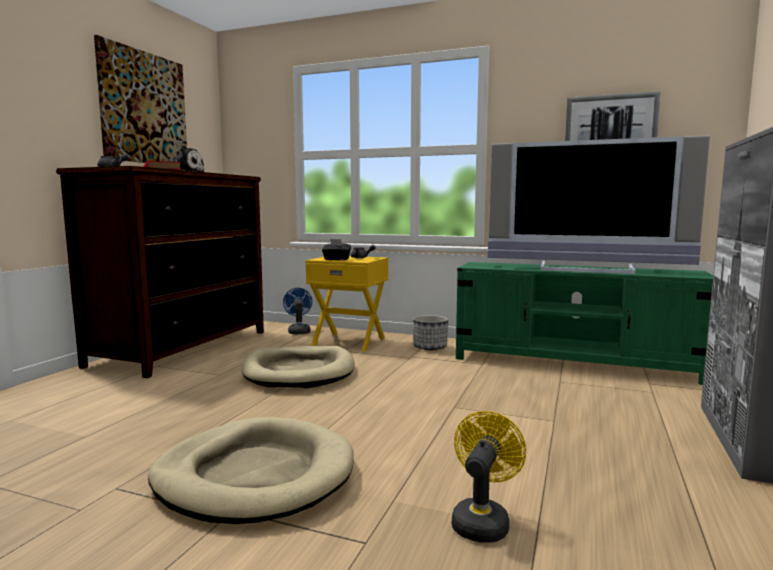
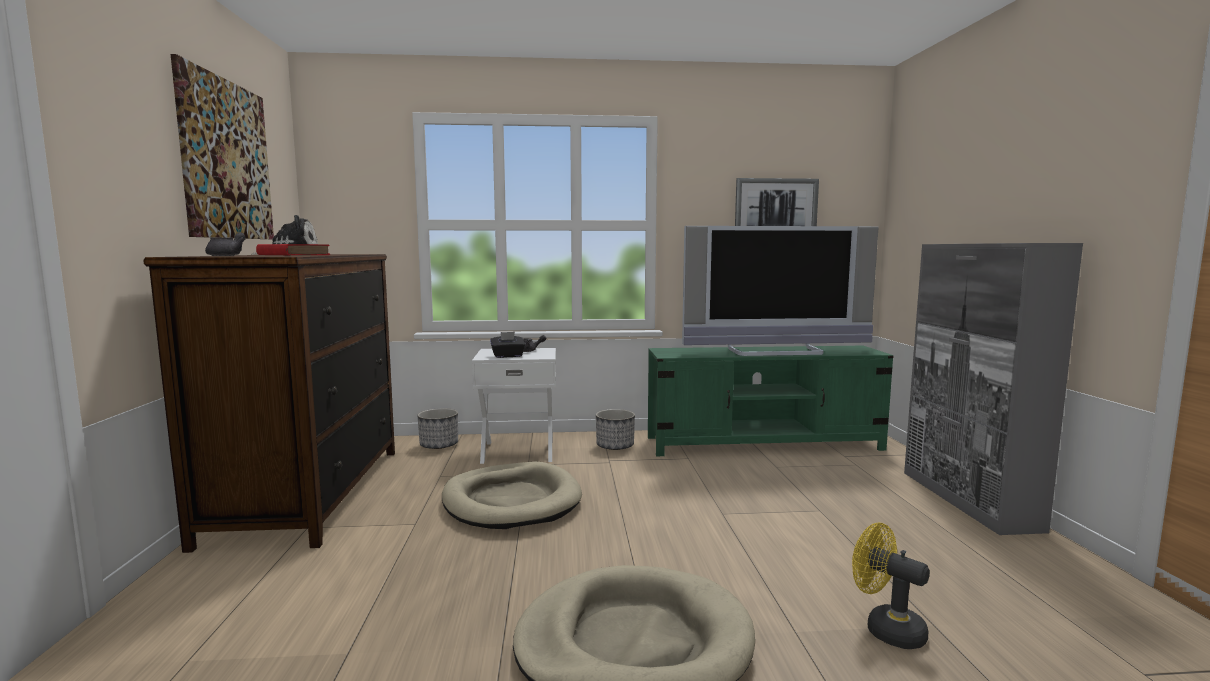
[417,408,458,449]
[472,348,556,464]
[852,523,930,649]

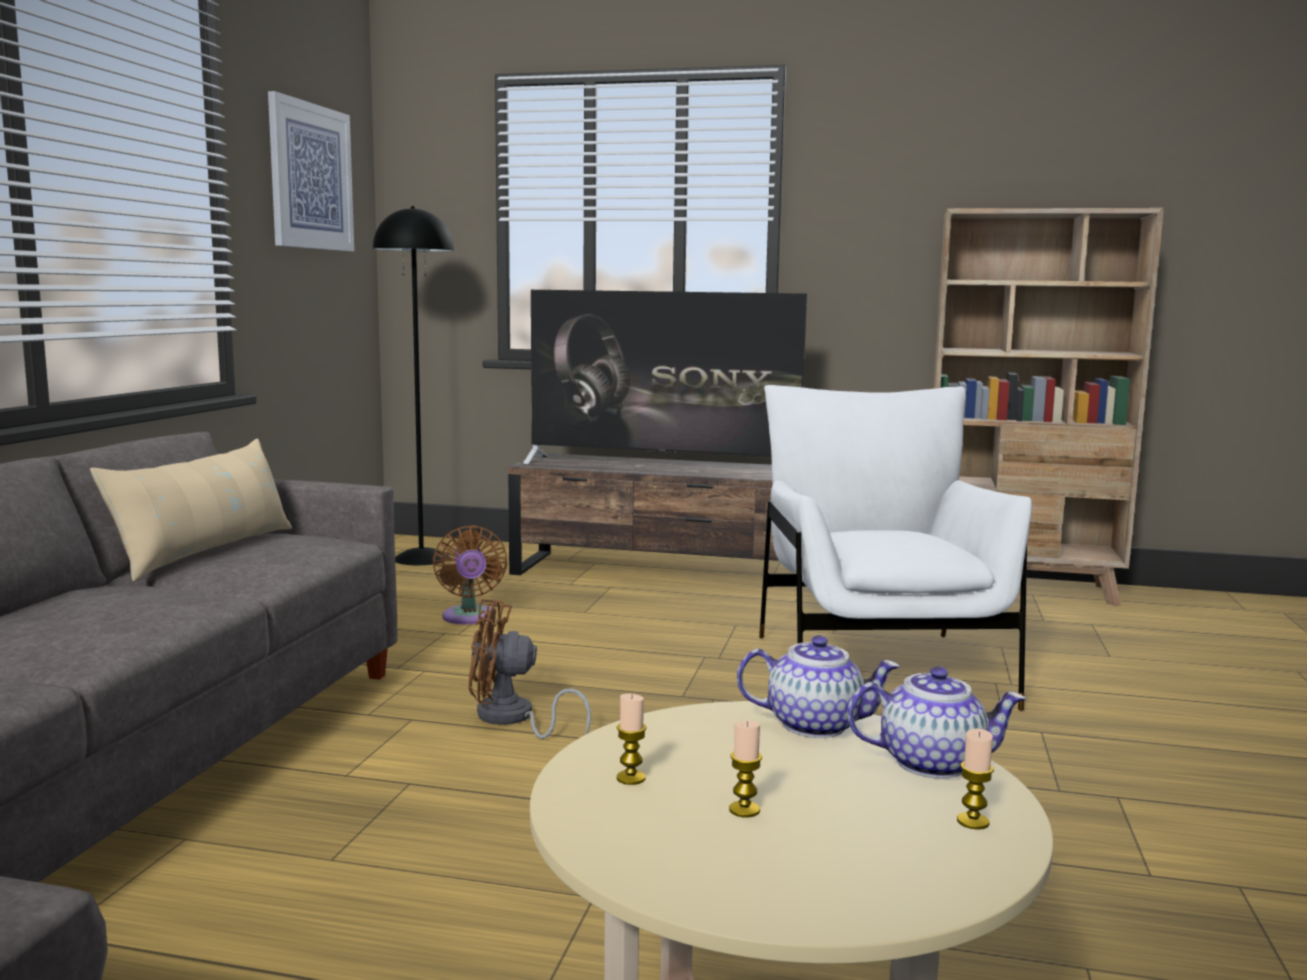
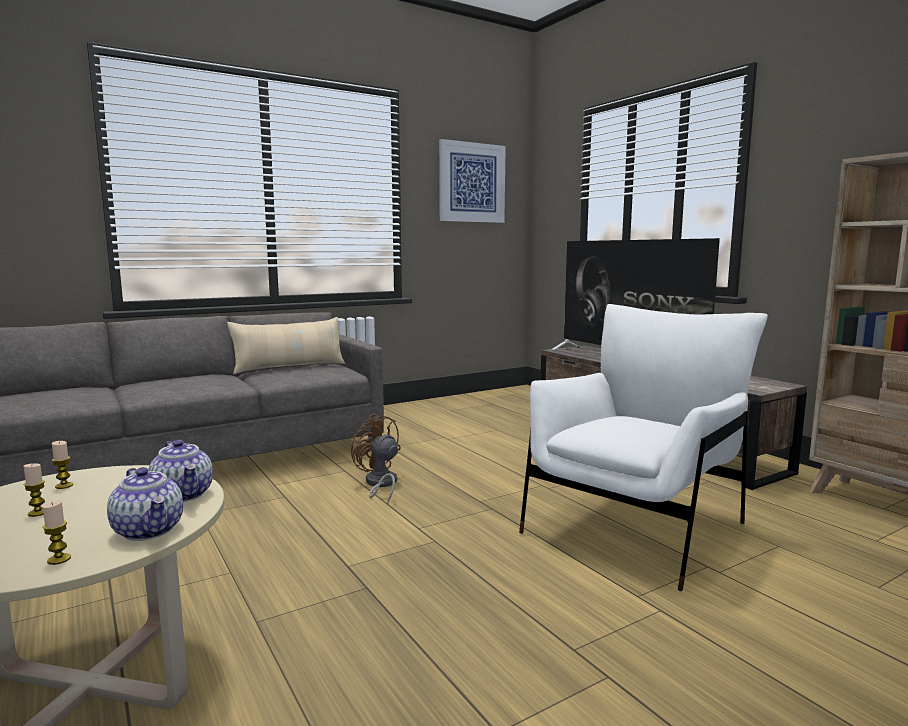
[373,206,454,565] (first image)
[433,525,507,624] (first image)

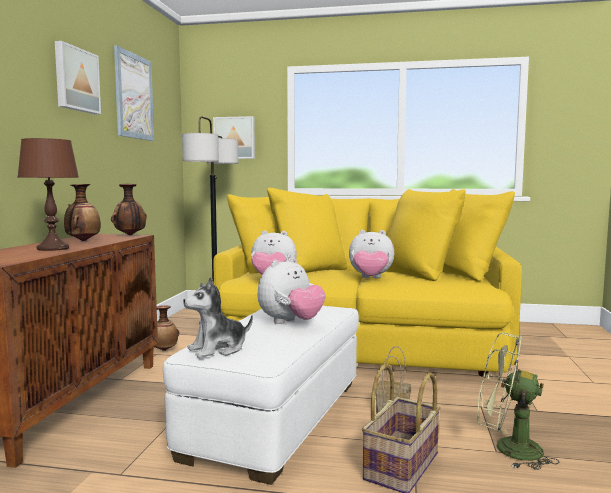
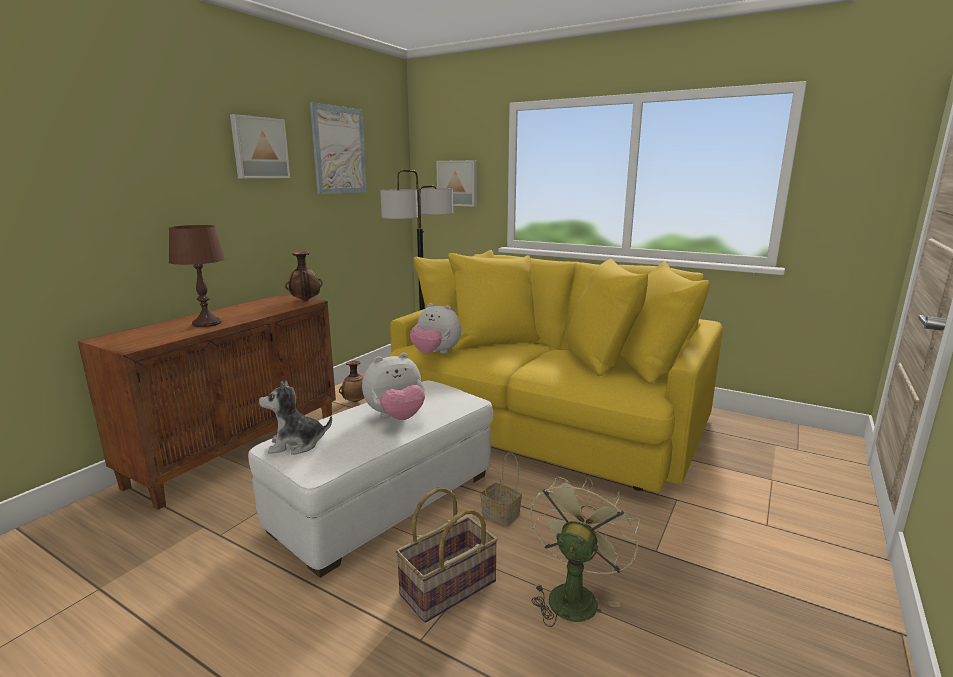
[64,184,101,241] (first image)
[349,230,394,278] (first image)
[530,476,640,627]

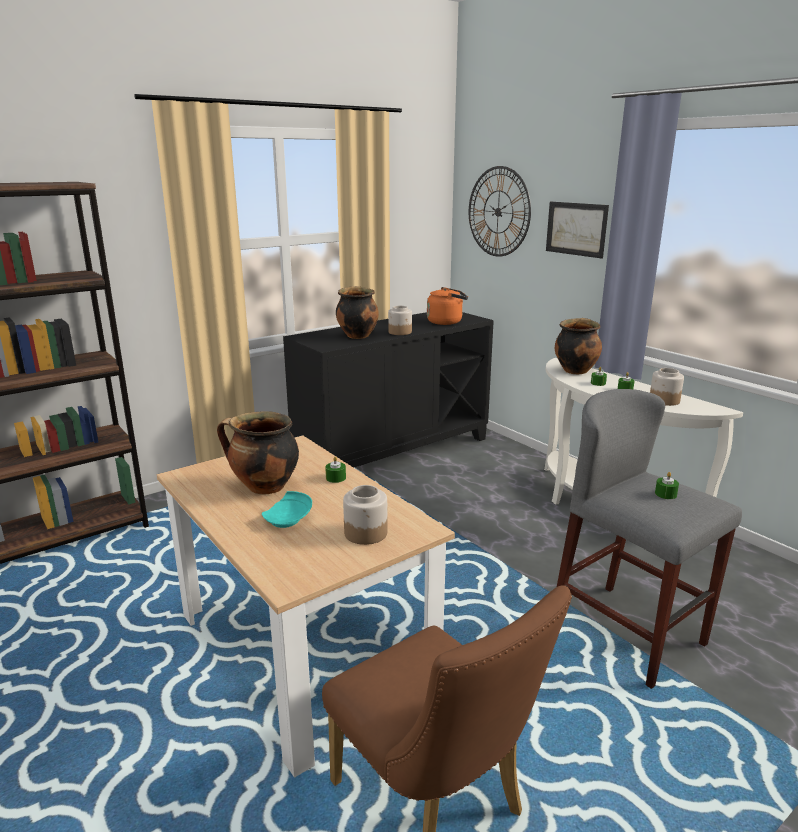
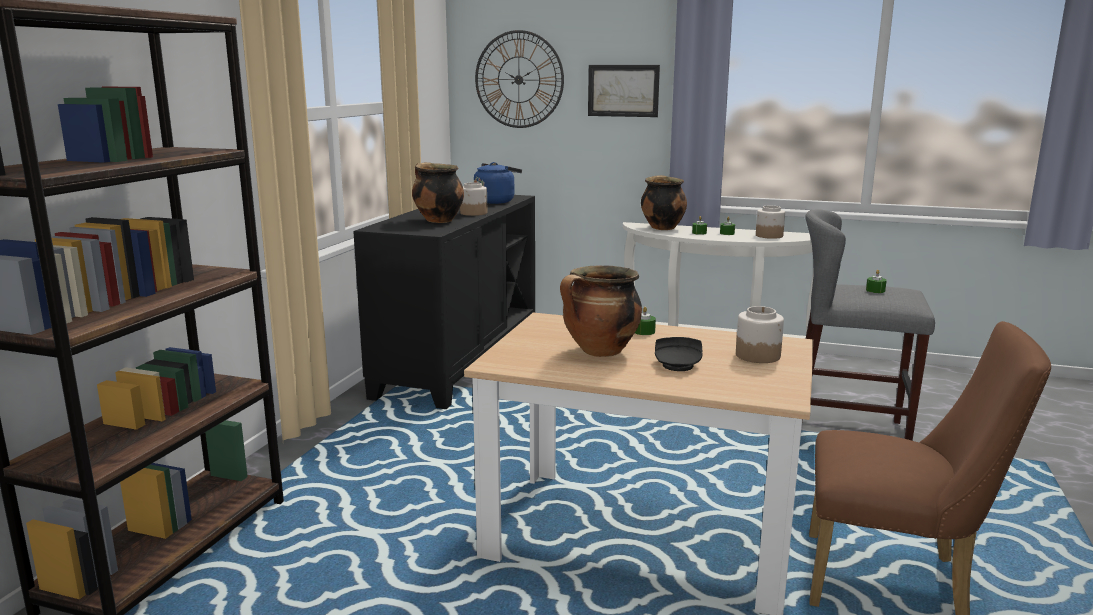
[655,337,702,371]
[474,162,522,204]

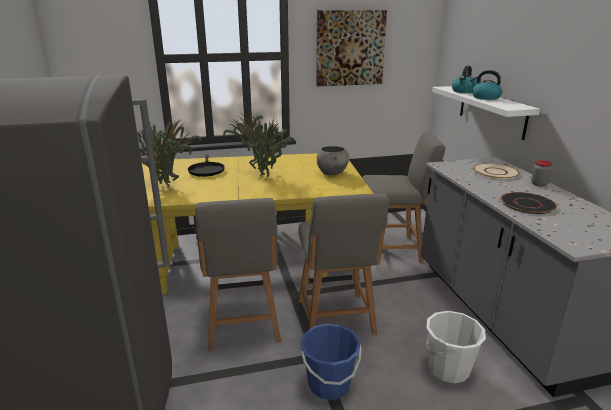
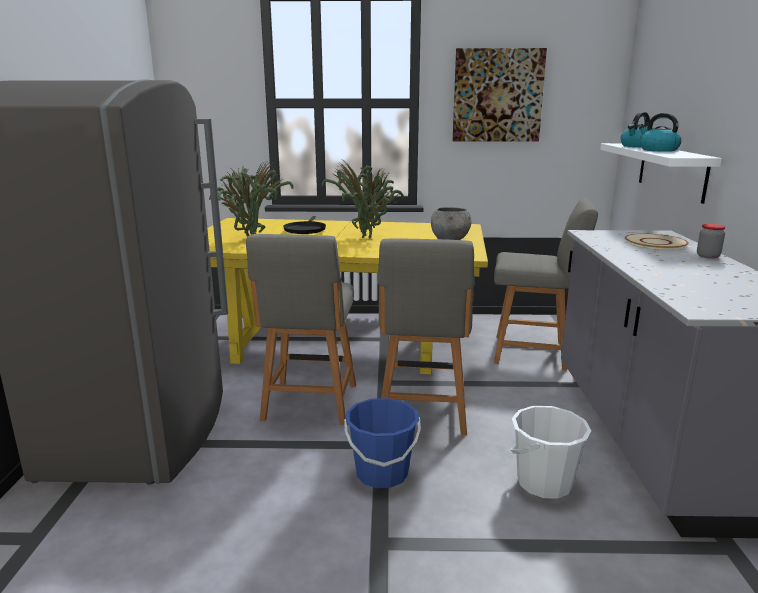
[500,192,557,214] (first image)

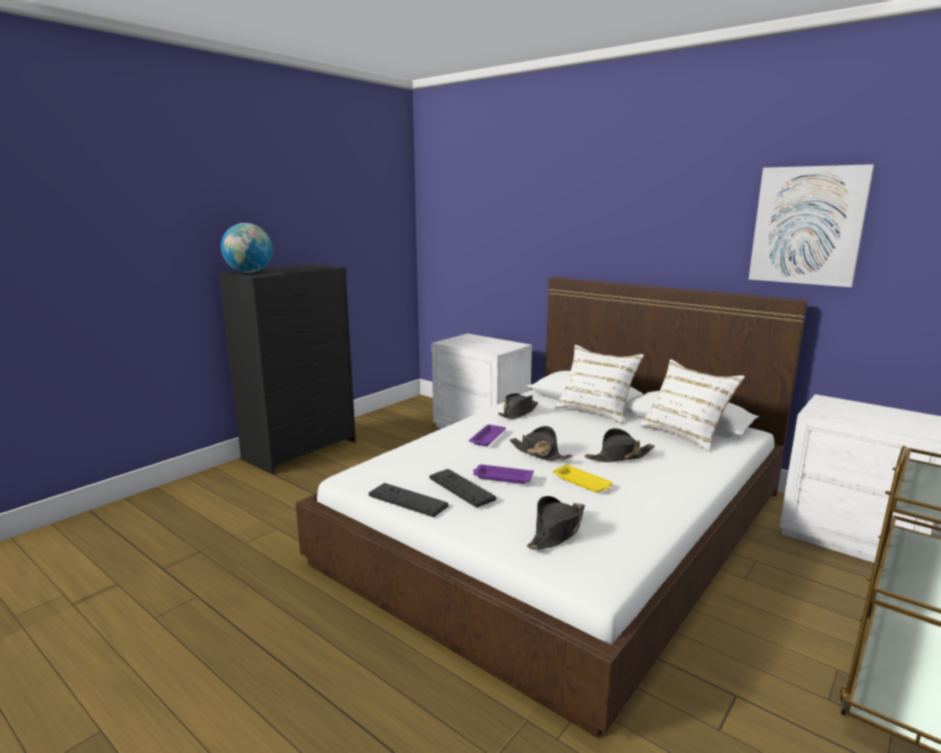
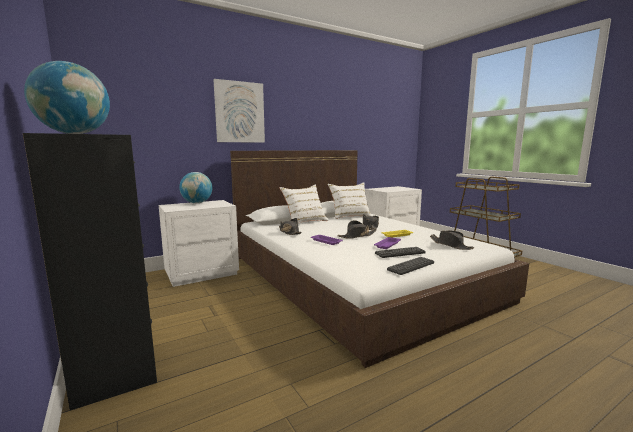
[213,79,265,143]
[179,172,212,203]

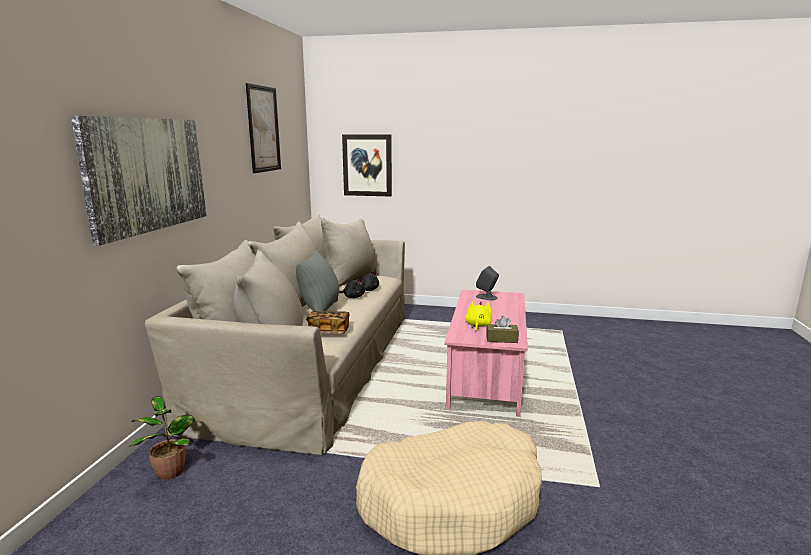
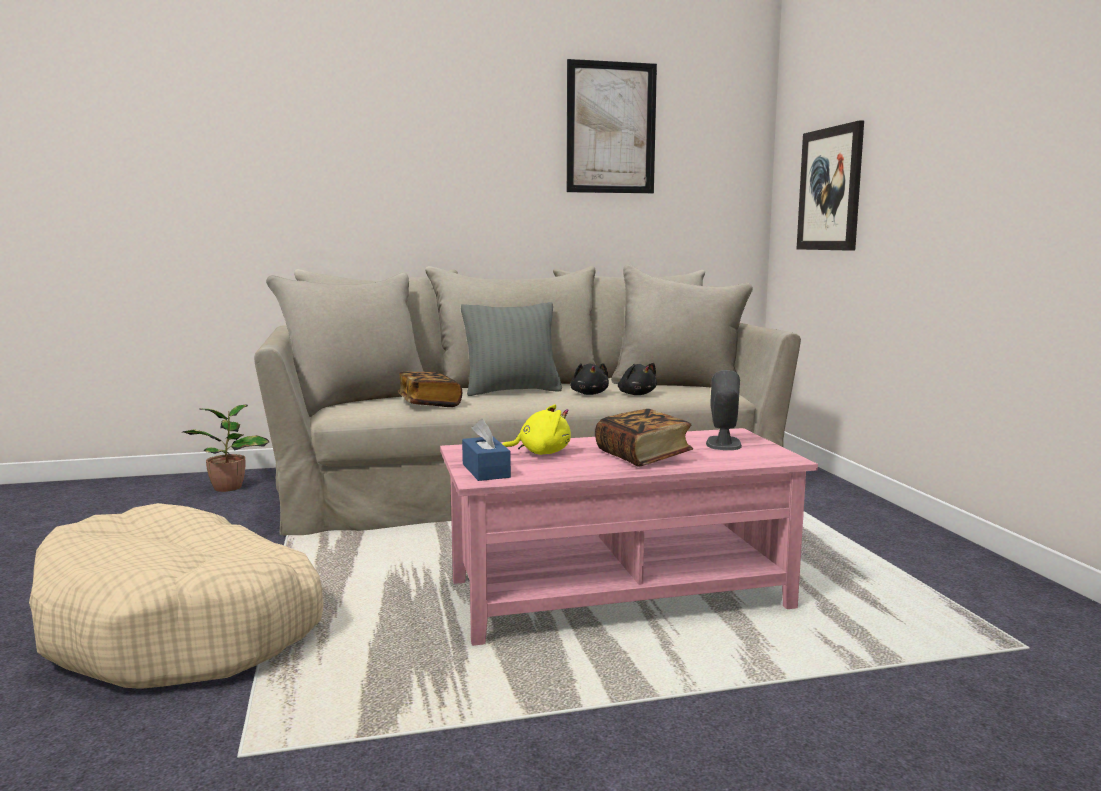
[71,116,206,246] (first image)
[462,419,511,481]
[595,409,693,467]

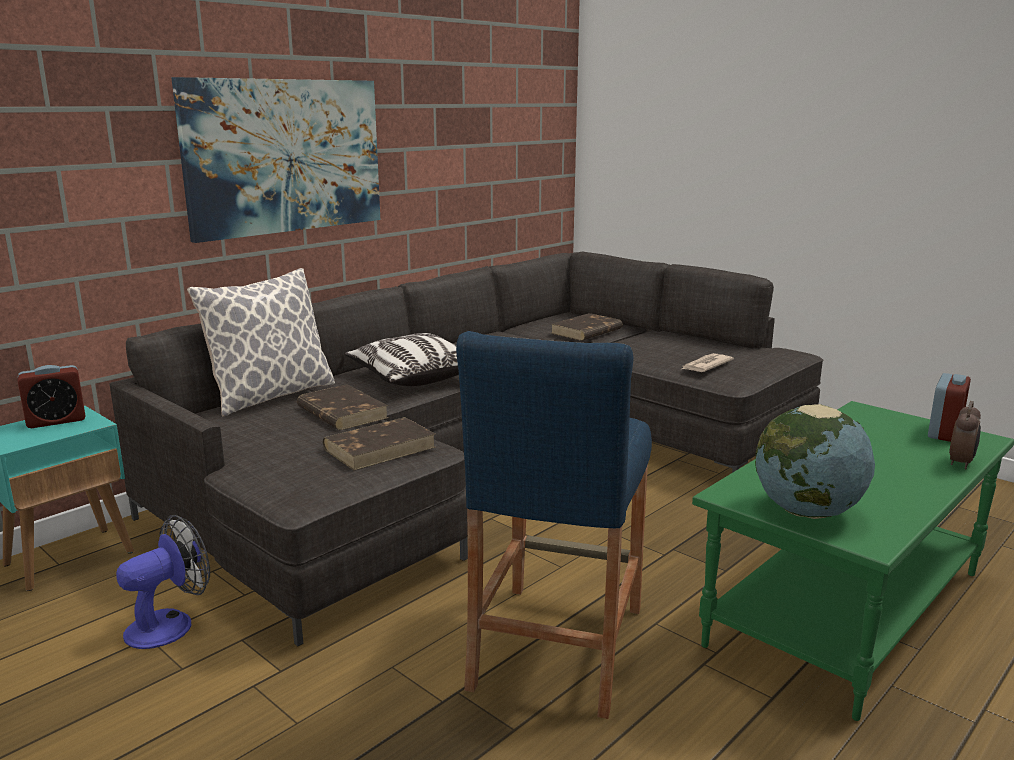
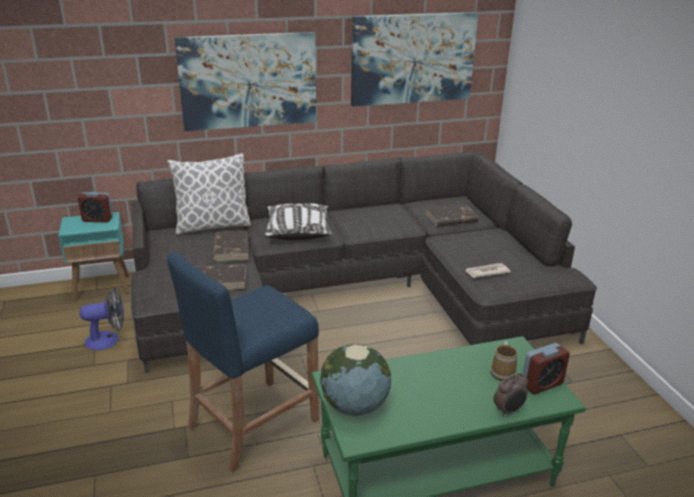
[351,12,478,107]
[491,341,518,381]

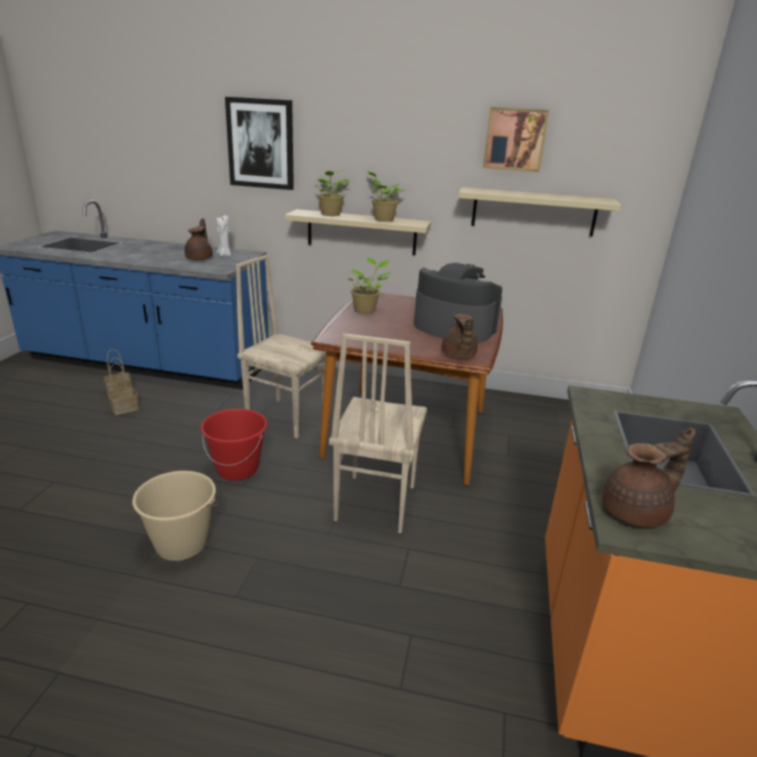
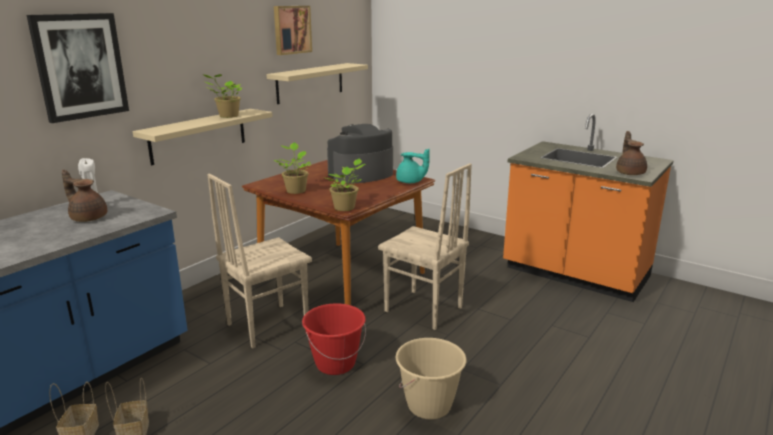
[326,159,365,211]
[396,149,430,183]

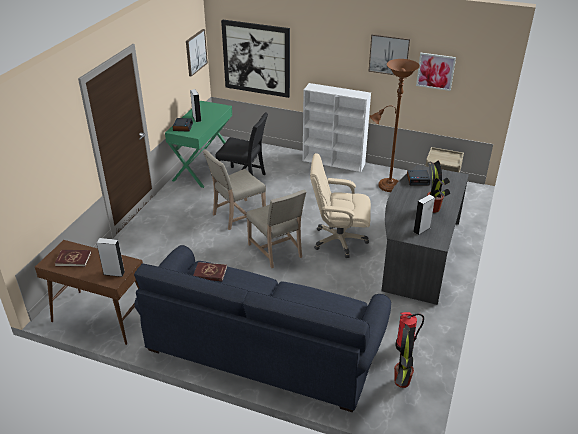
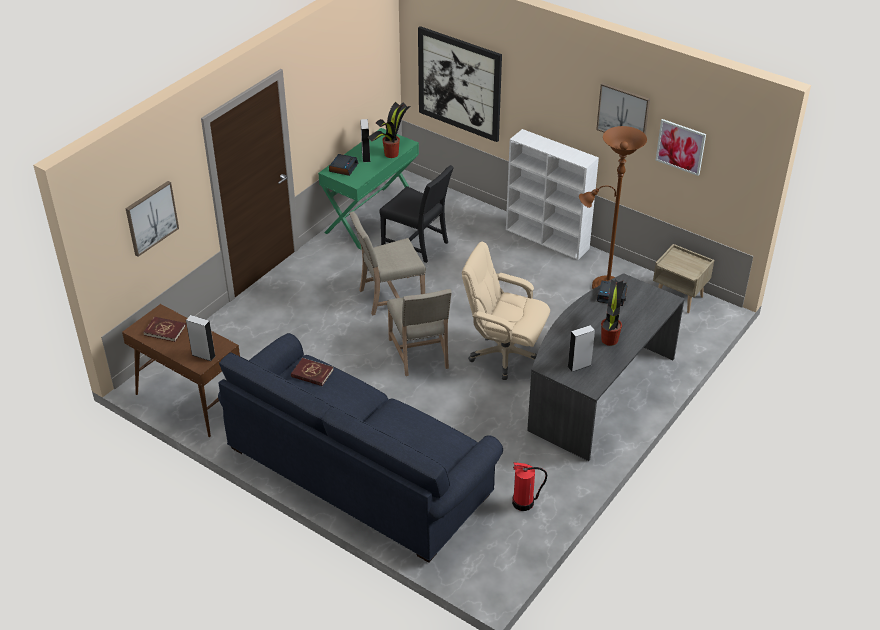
[125,181,179,257]
[367,102,411,158]

